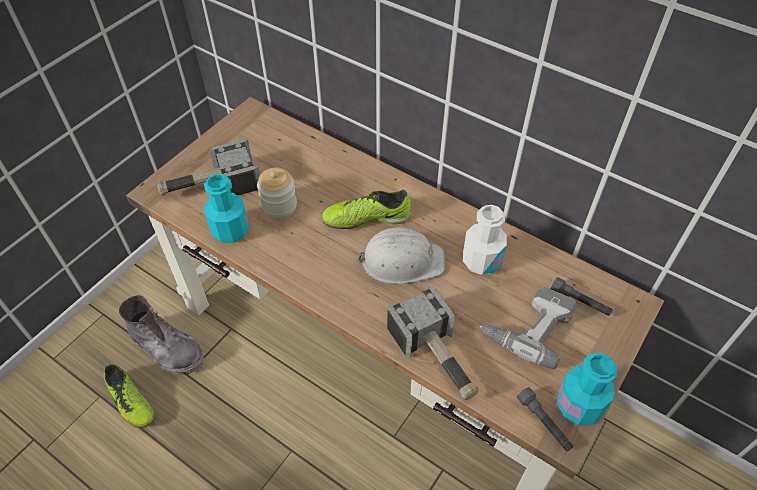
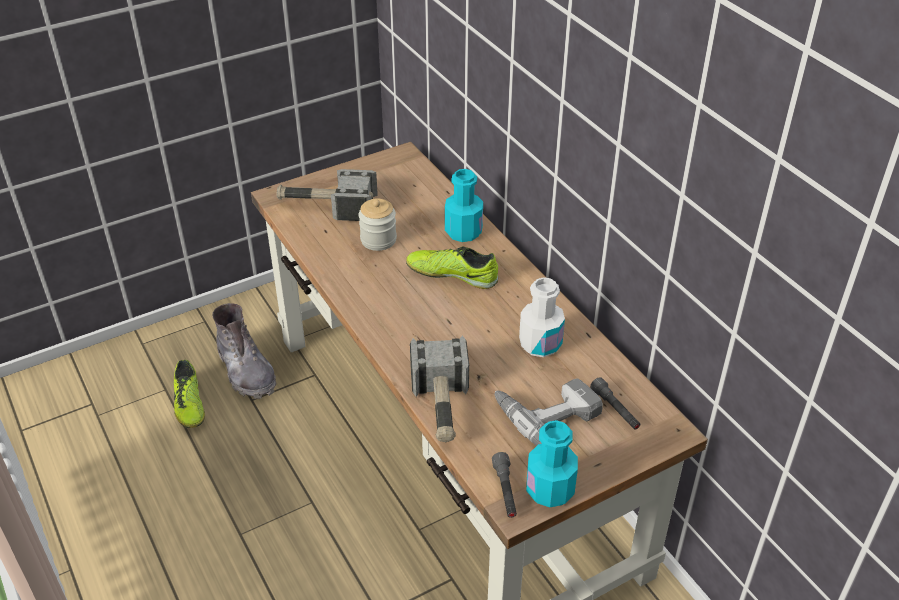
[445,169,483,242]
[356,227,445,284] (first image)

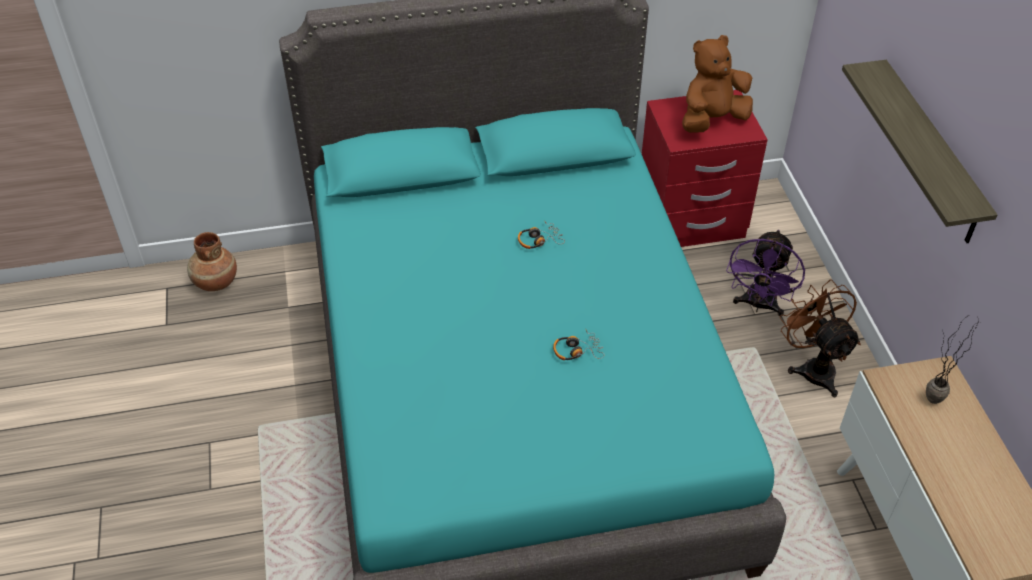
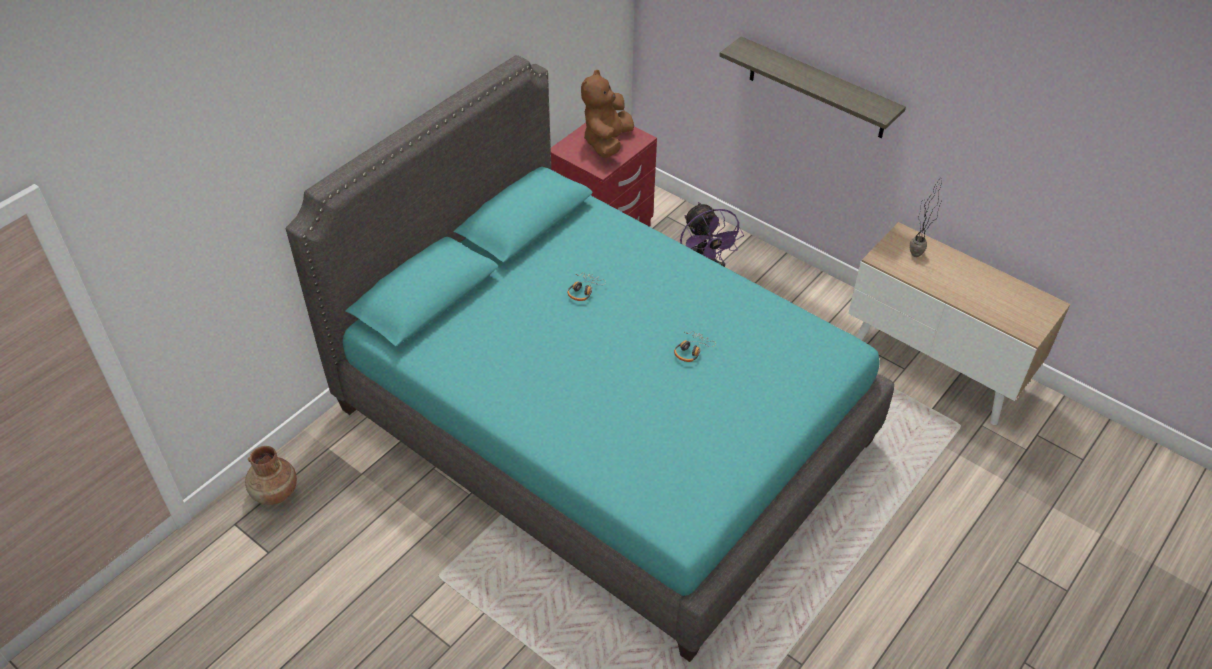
[779,280,861,397] (first image)

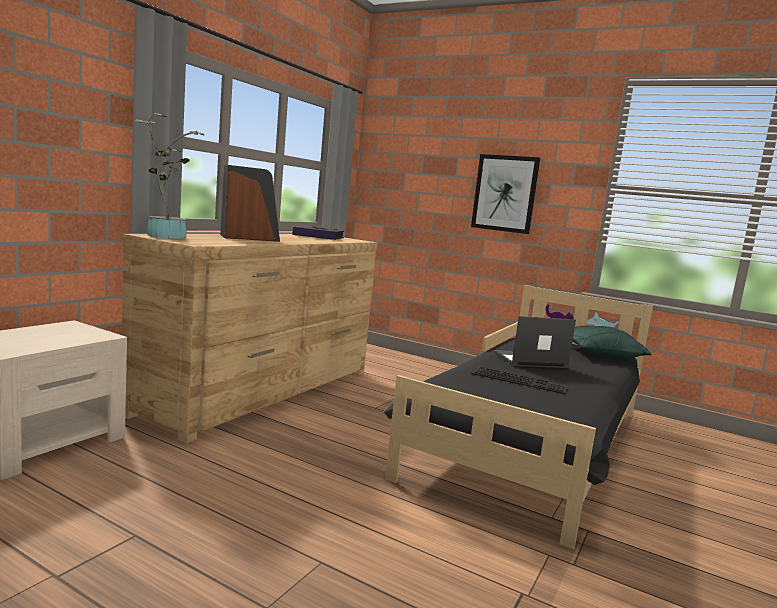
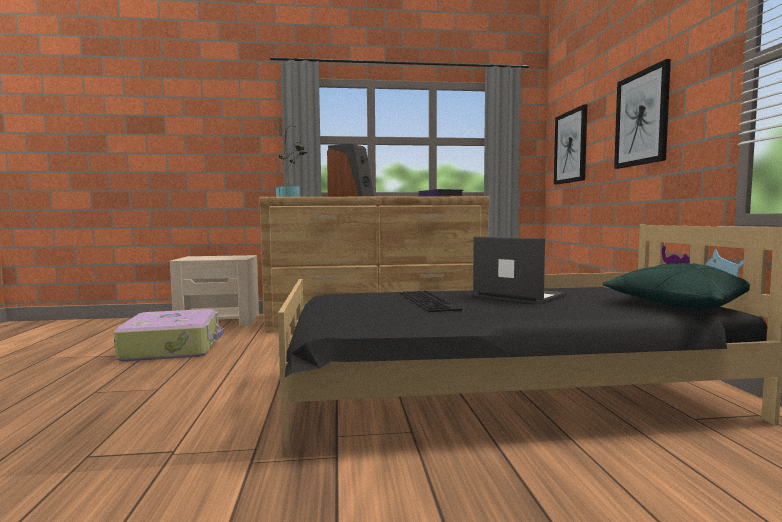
[114,309,224,362]
[554,104,587,185]

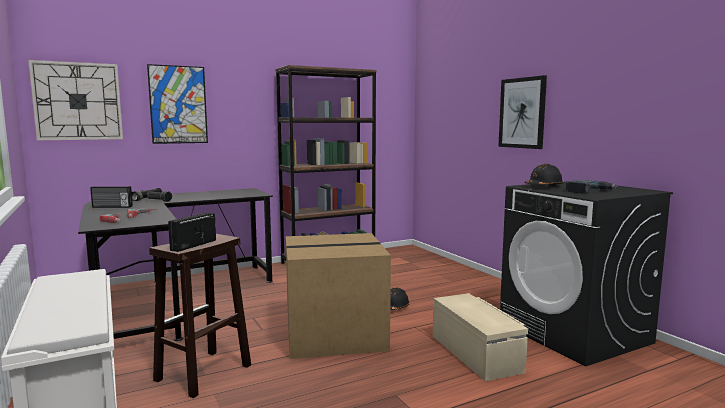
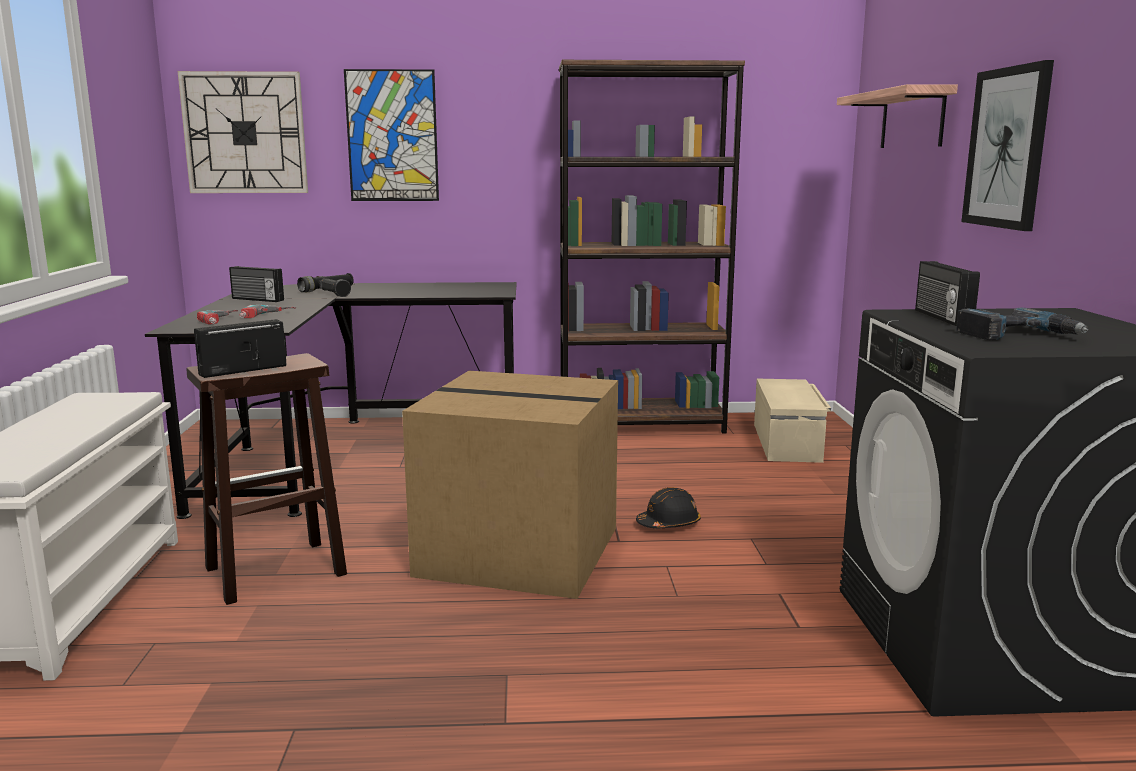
[754,379,831,463]
[915,261,980,326]
[837,84,958,148]

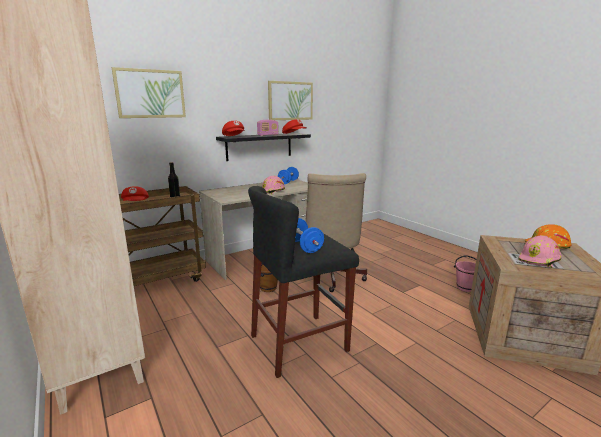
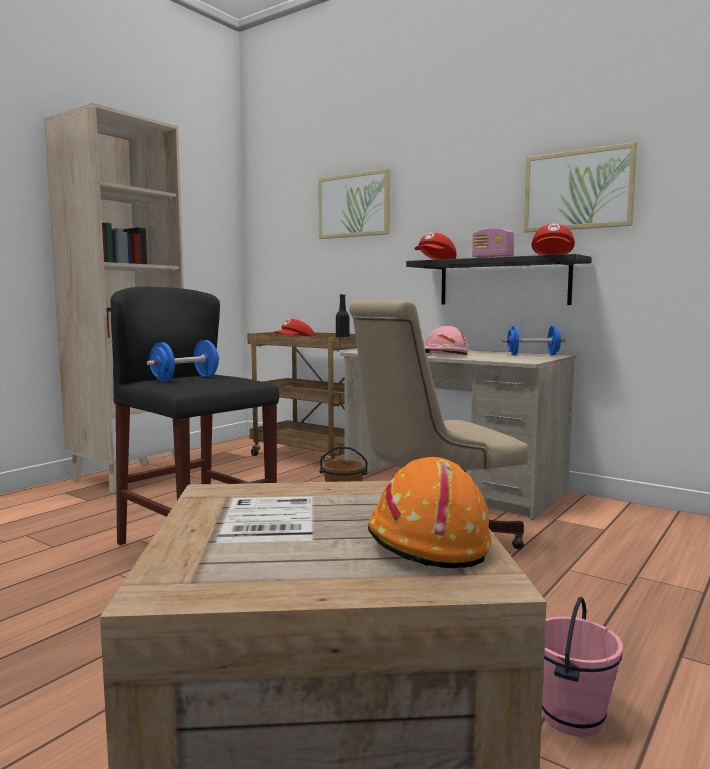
[518,235,562,268] (first image)

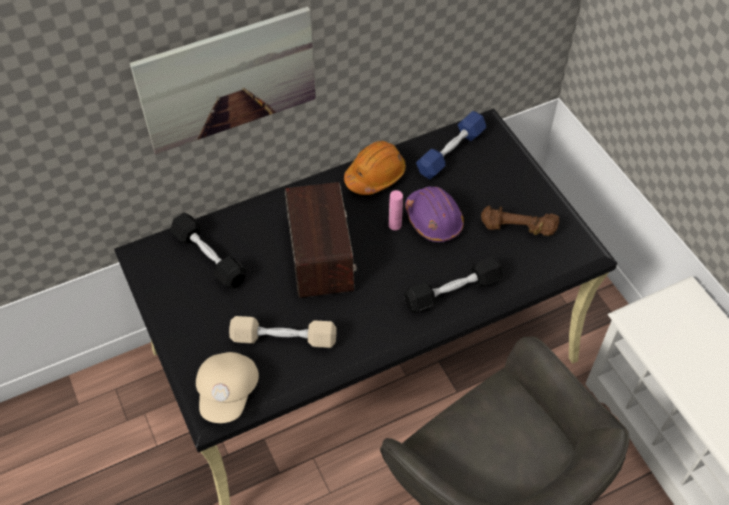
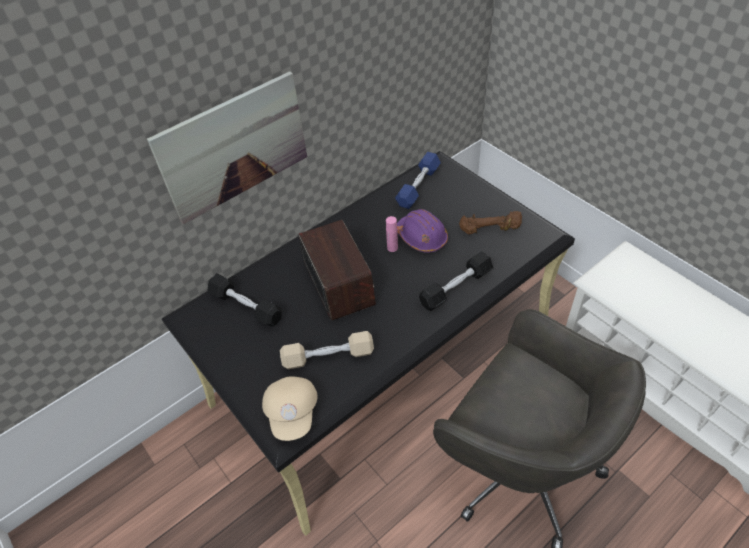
[344,141,406,195] (first image)

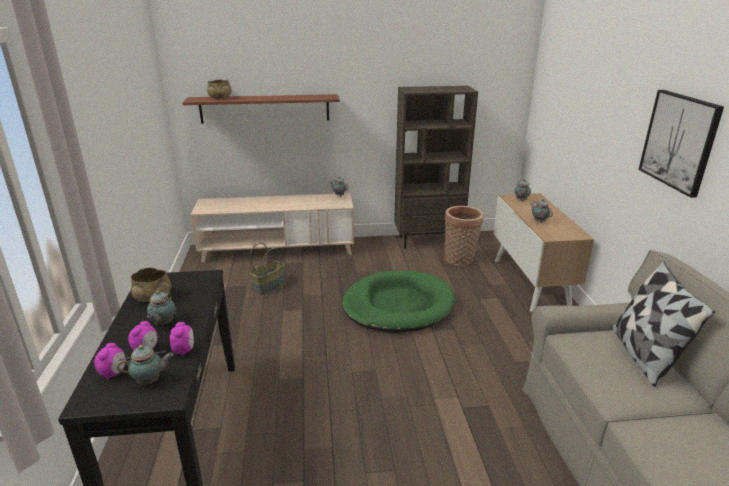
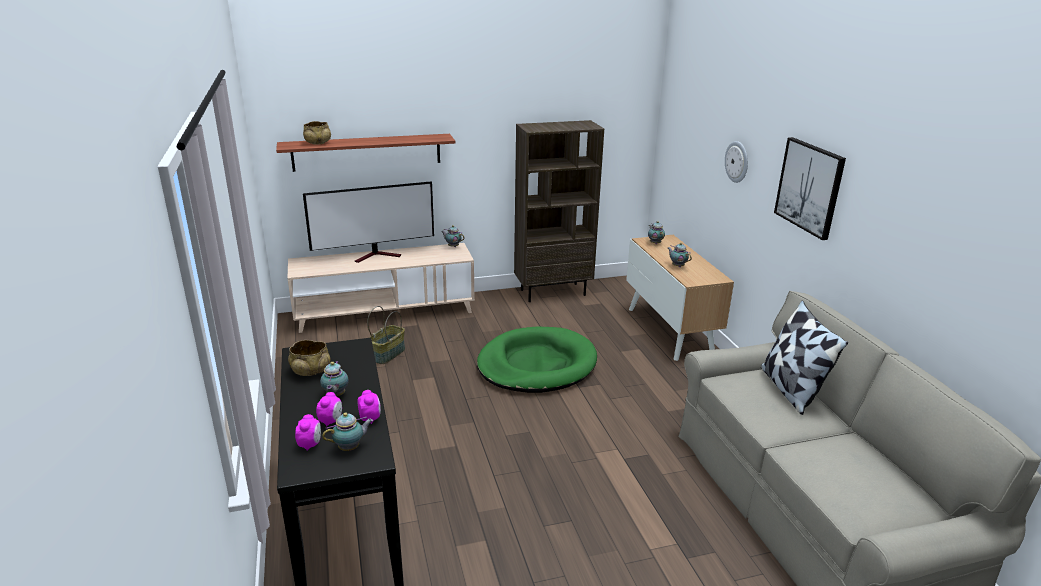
[444,206,483,265] (first image)
[303,181,434,263]
[725,141,748,183]

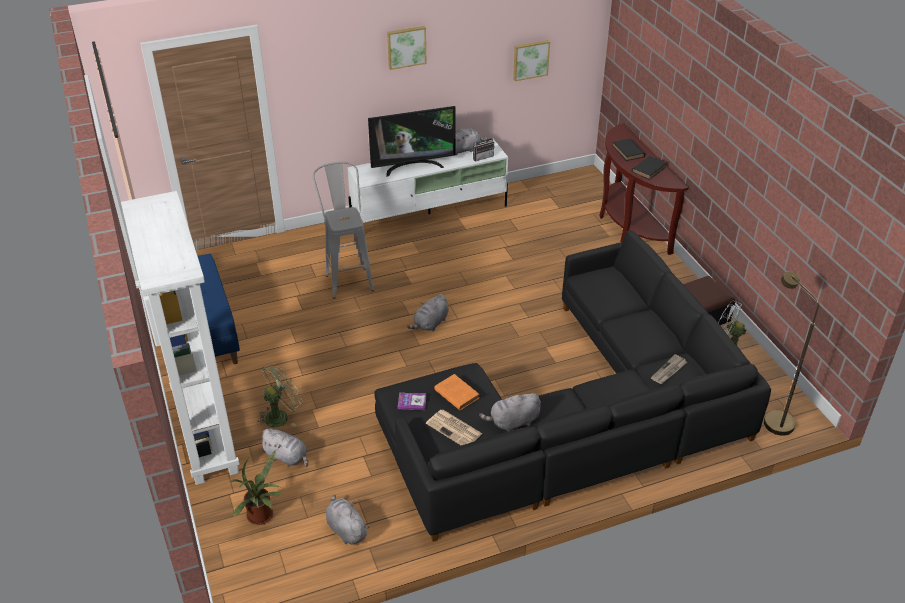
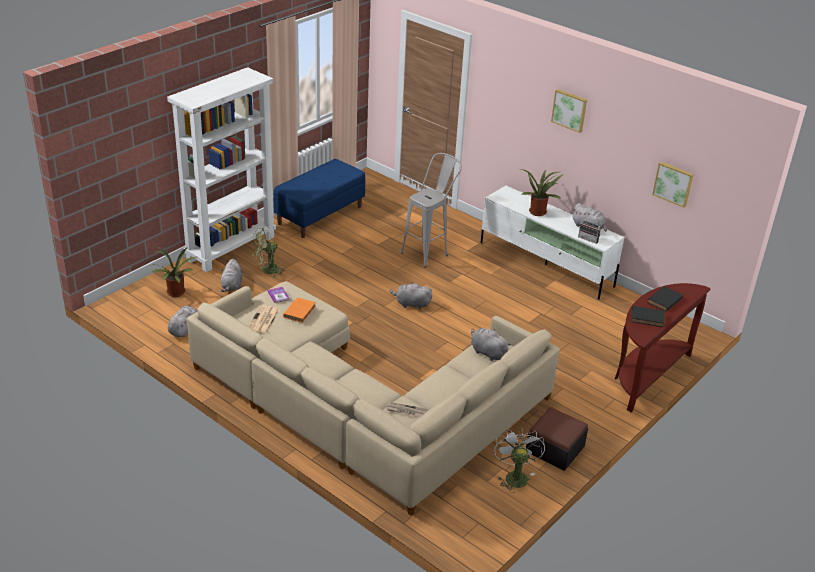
[252,228,286,278]
[521,169,564,216]
[186,281,560,516]
[471,328,511,361]
[764,271,819,435] (first image)

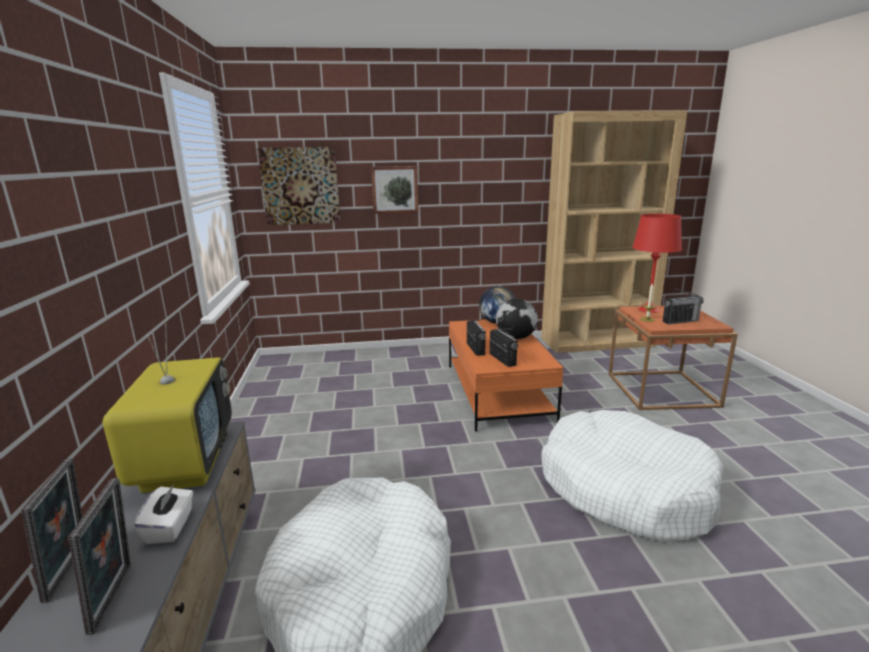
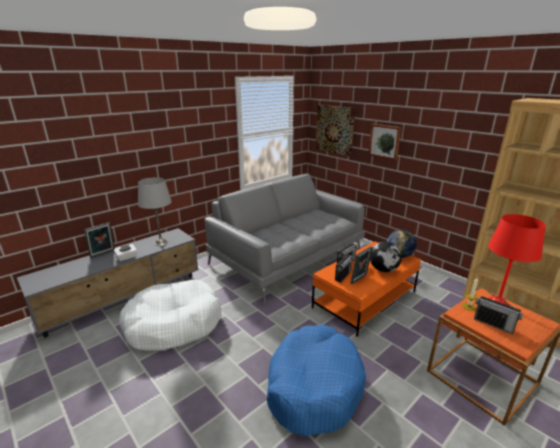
[350,246,373,284]
[138,178,172,246]
[267,324,366,436]
[204,174,365,305]

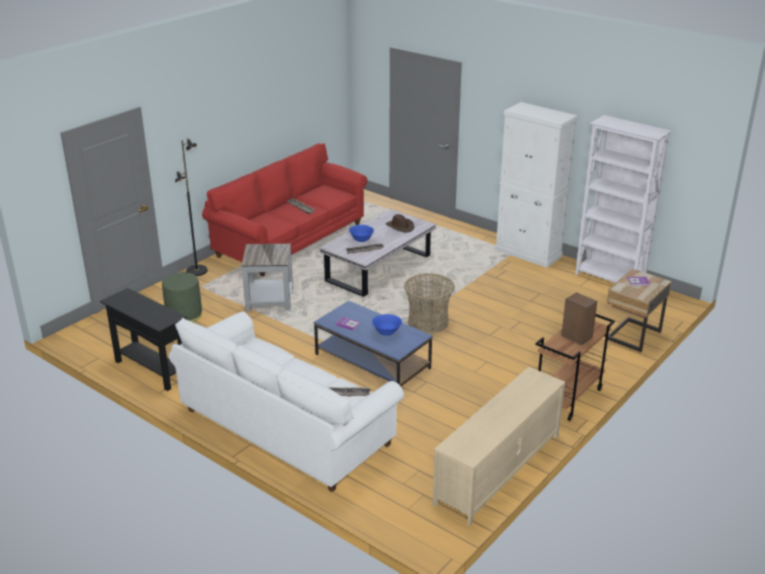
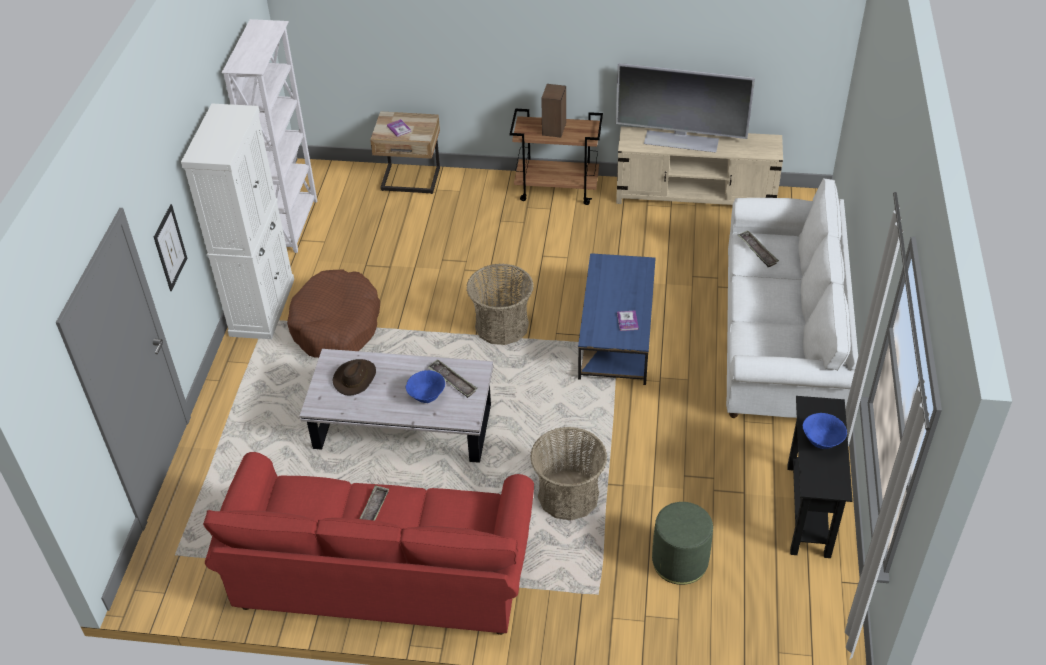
[175,138,208,276] (first image)
[530,427,607,520]
[803,413,847,449]
[154,204,187,291]
[287,269,380,358]
[616,63,755,153]

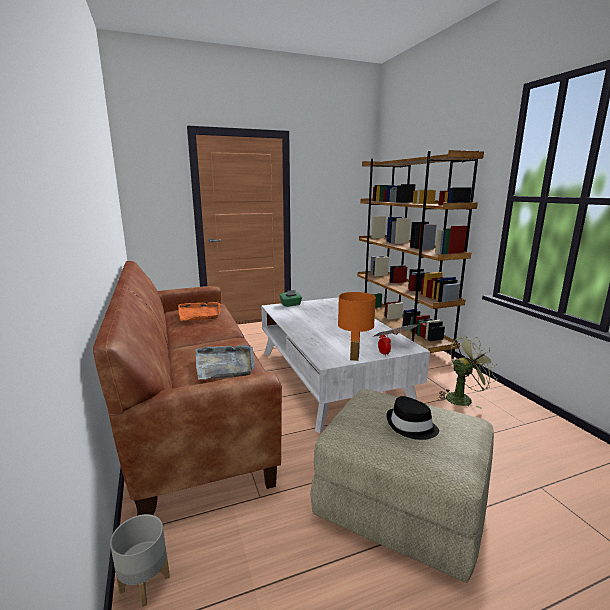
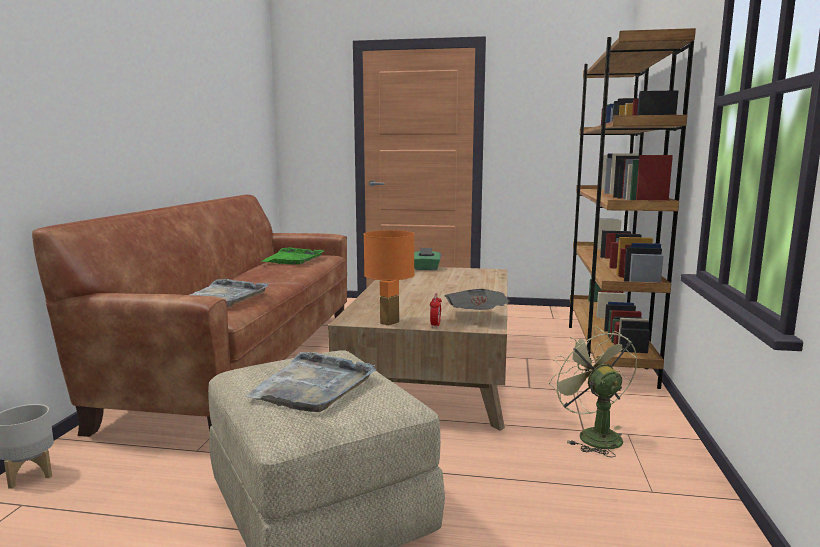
[261,247,325,265]
[328,267,507,431]
[246,352,376,412]
[549,327,637,457]

